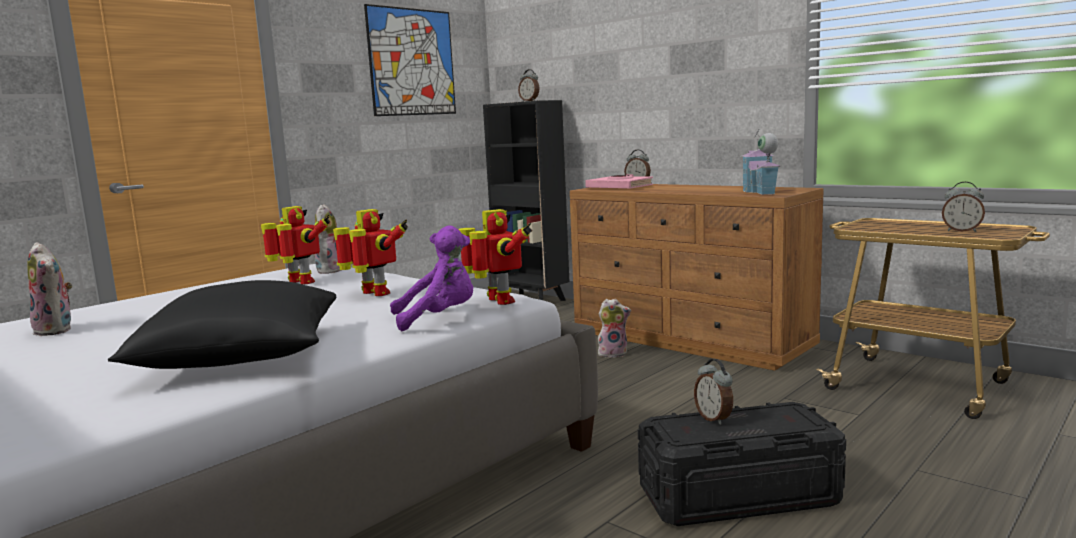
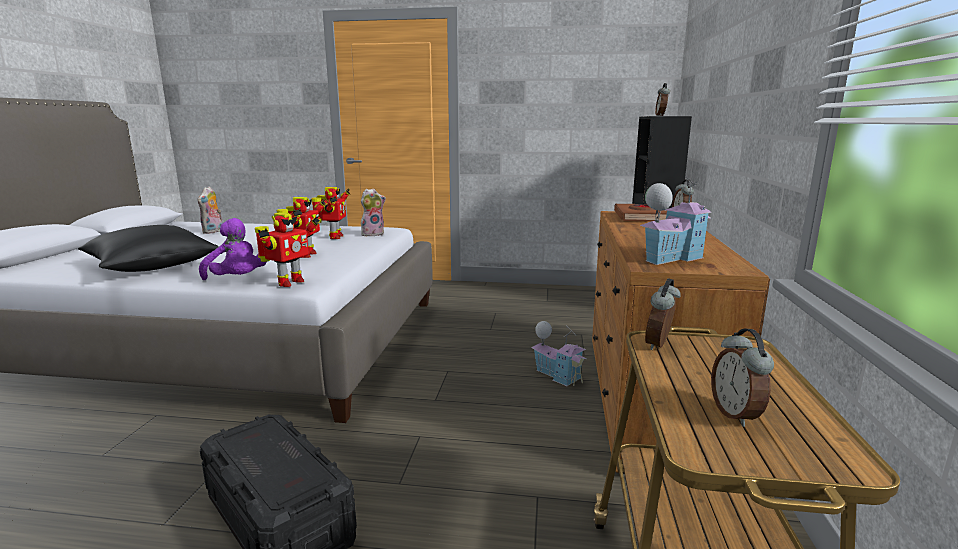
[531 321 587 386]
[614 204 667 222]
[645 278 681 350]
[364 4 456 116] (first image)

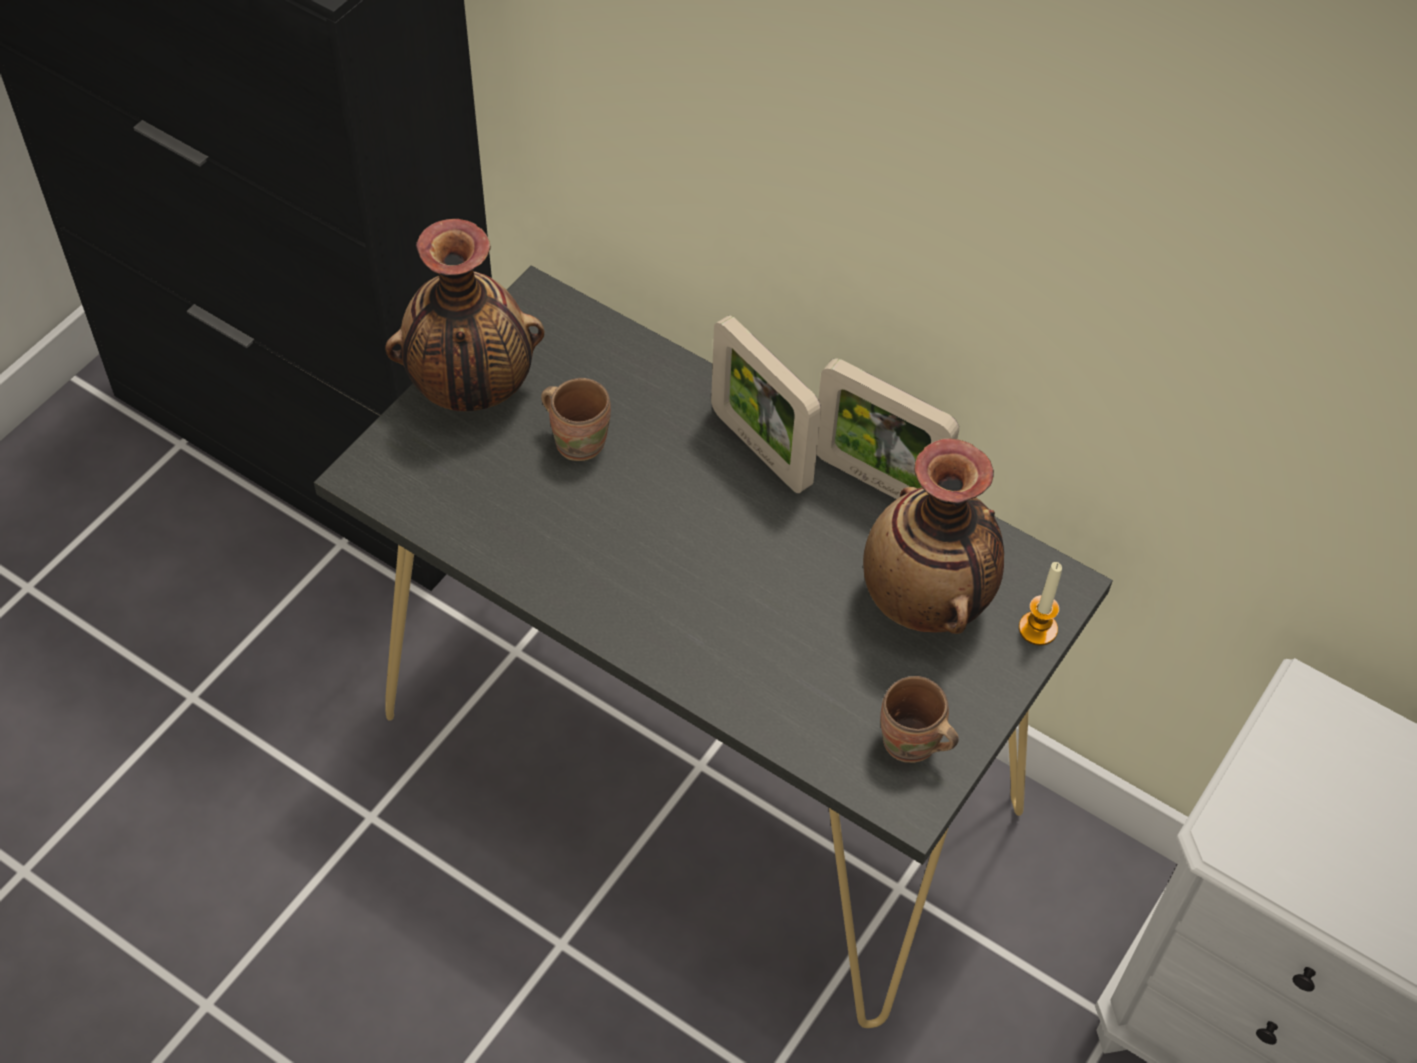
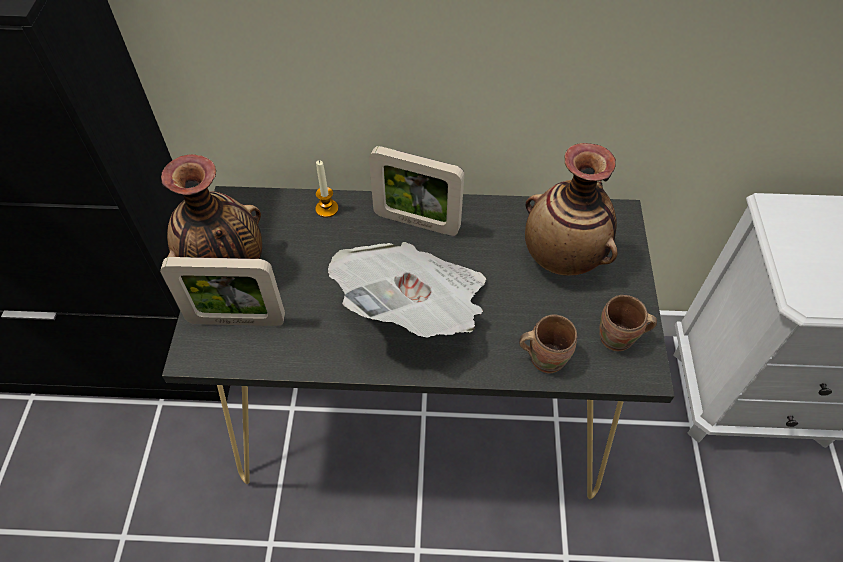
[160 257 285 326]
[315 160 338 218]
[328 242 486 338]
[519 314 577 374]

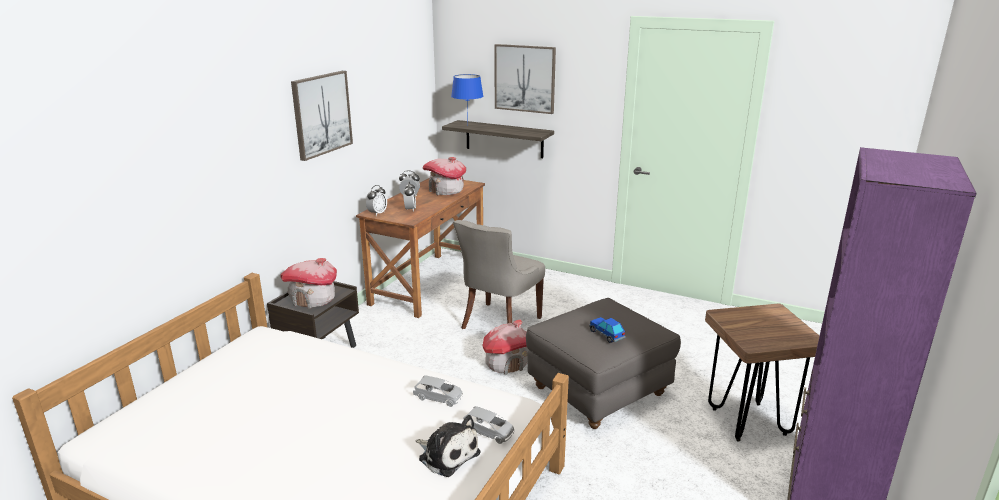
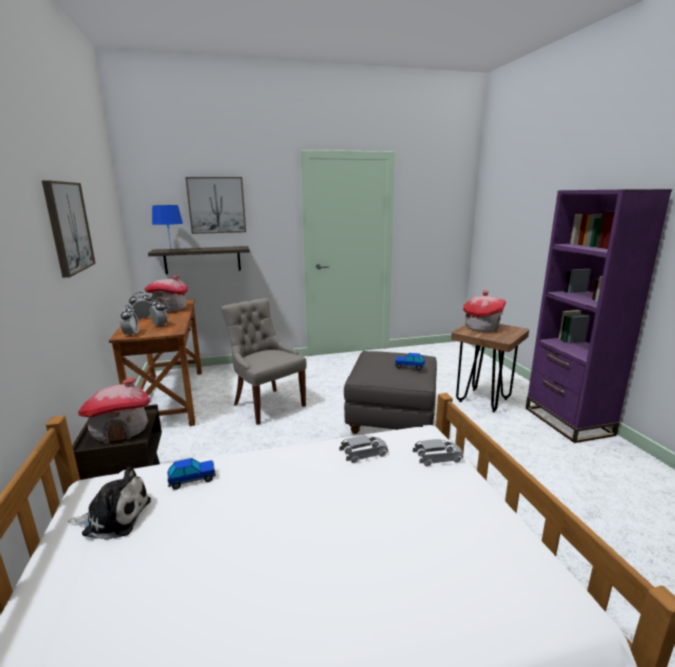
[68 466 151 540]
[167 458 216 490]
[221 298 306 425]
[463 290 506 332]

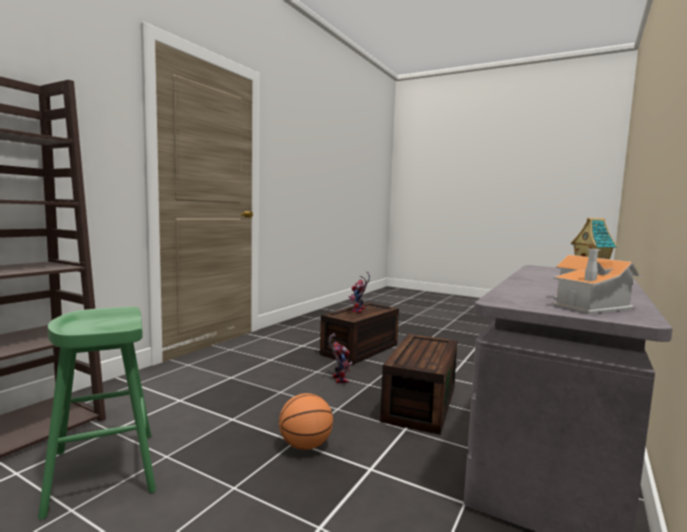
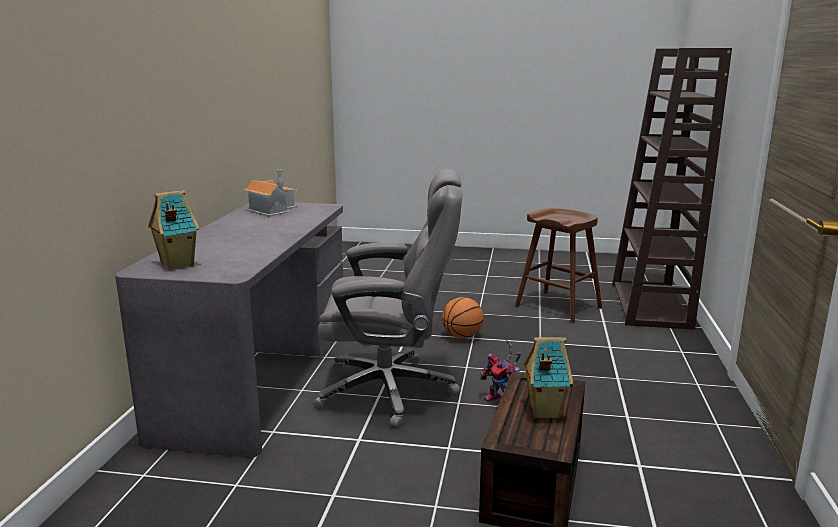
[313 169 462 428]
[515 208 602 323]
[523 337 573 419]

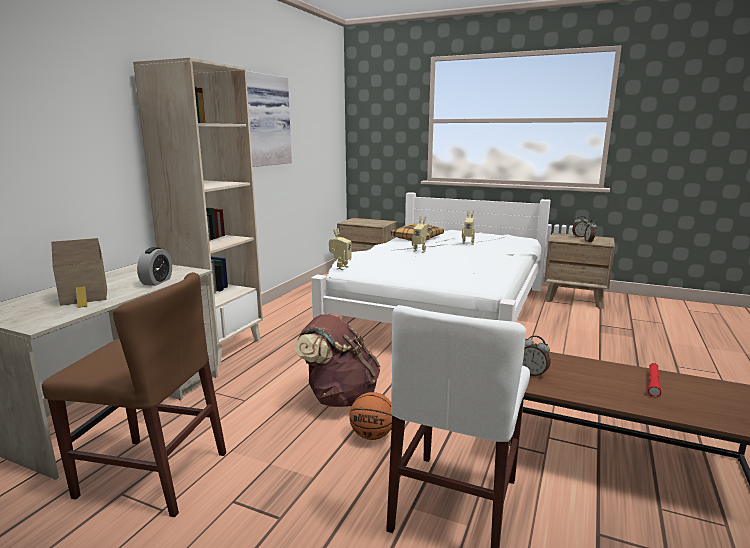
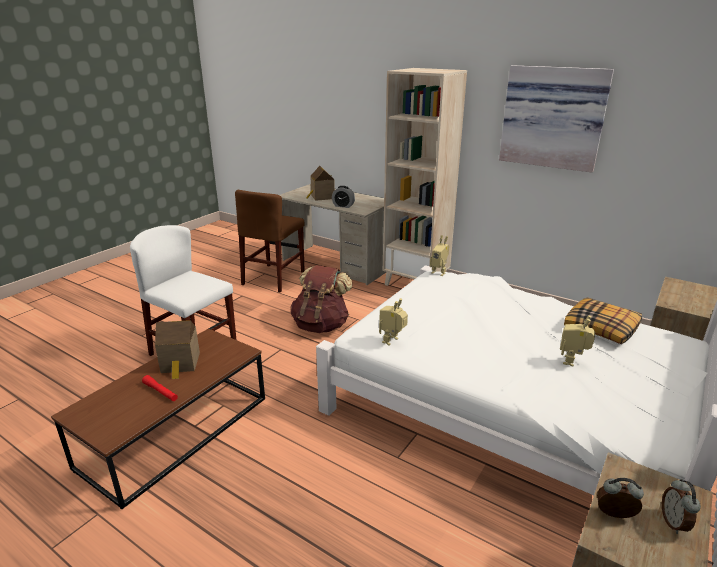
[155 320 200 379]
[379 298 408 346]
[349 392 392 440] (first image)
[522 336 551 378] (first image)

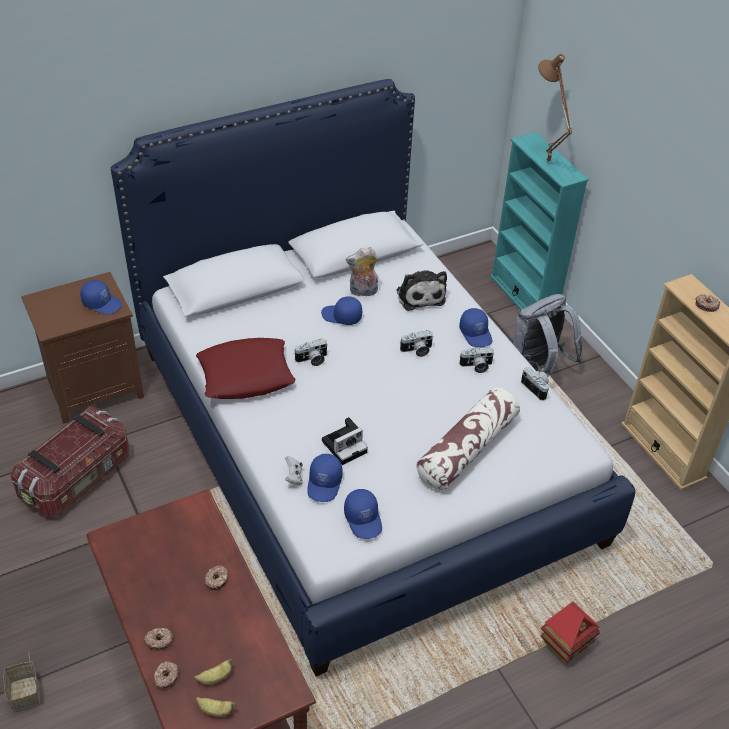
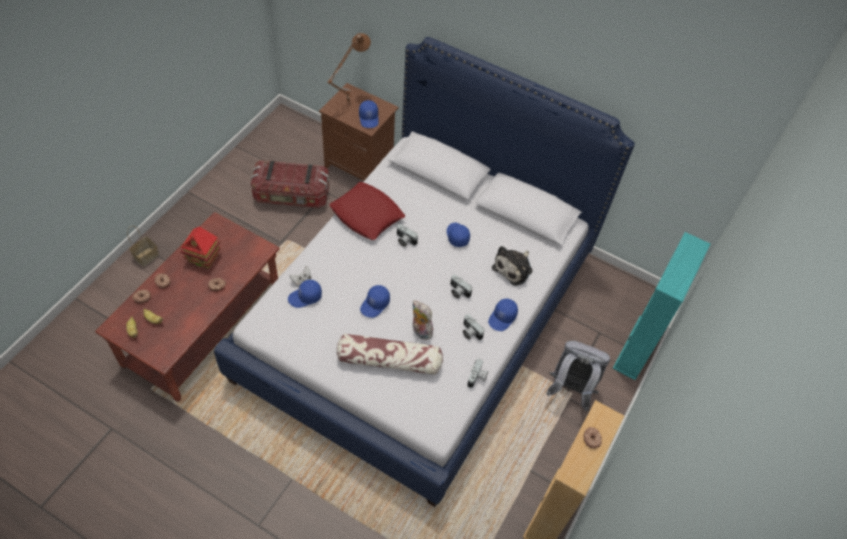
[180 227 221 269]
[327 33 371 103]
[360 285 390 318]
[413 300 433 340]
[322 417 368 465] (first image)

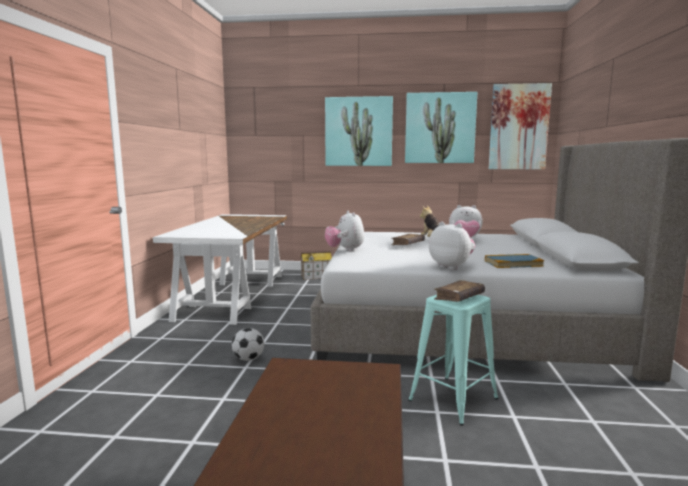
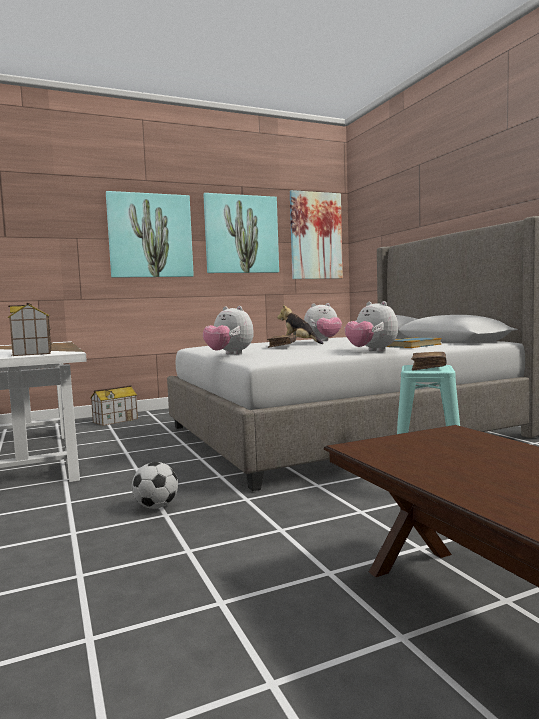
[8 303 52 356]
[345 301 398 352]

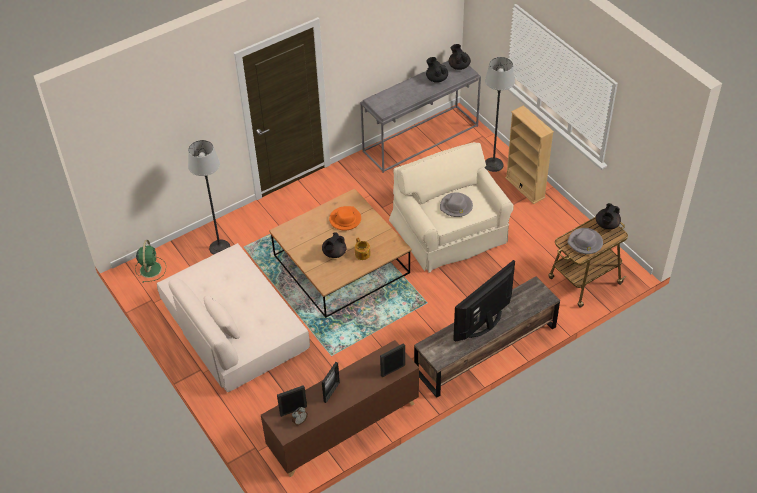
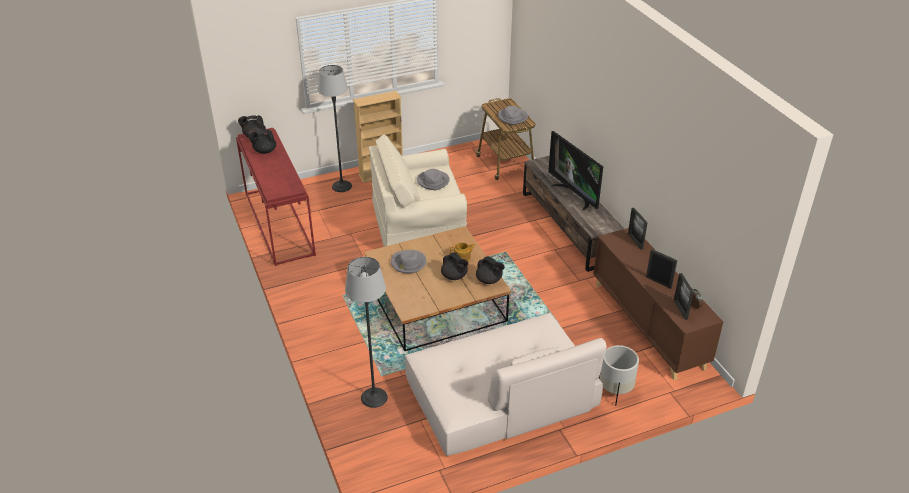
[236 128 316 266]
[391 250 426 274]
[476 256 505 284]
[599 345 639 406]
[135 240 166 283] (first image)

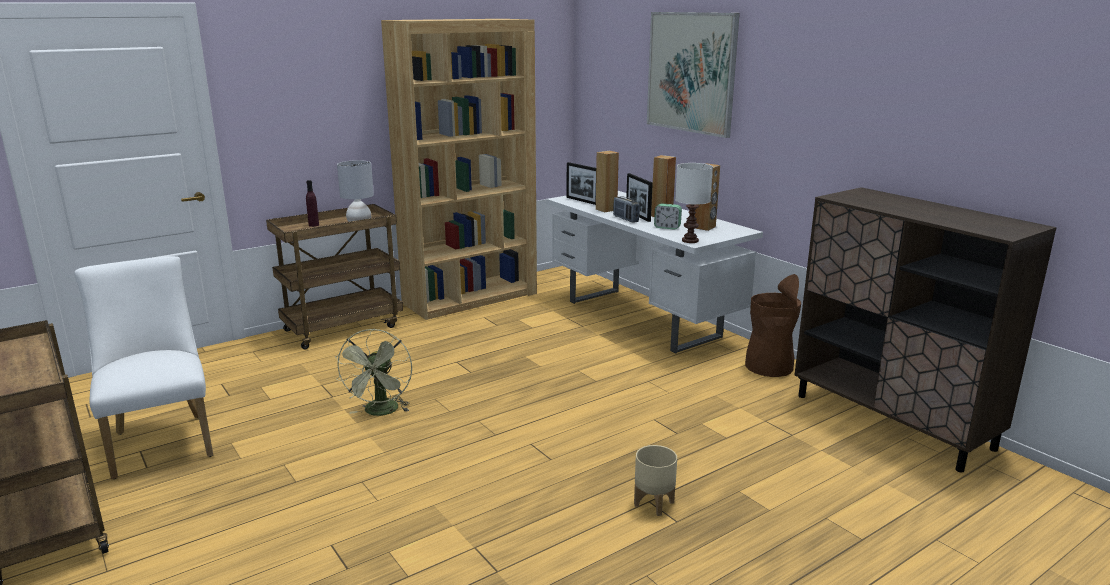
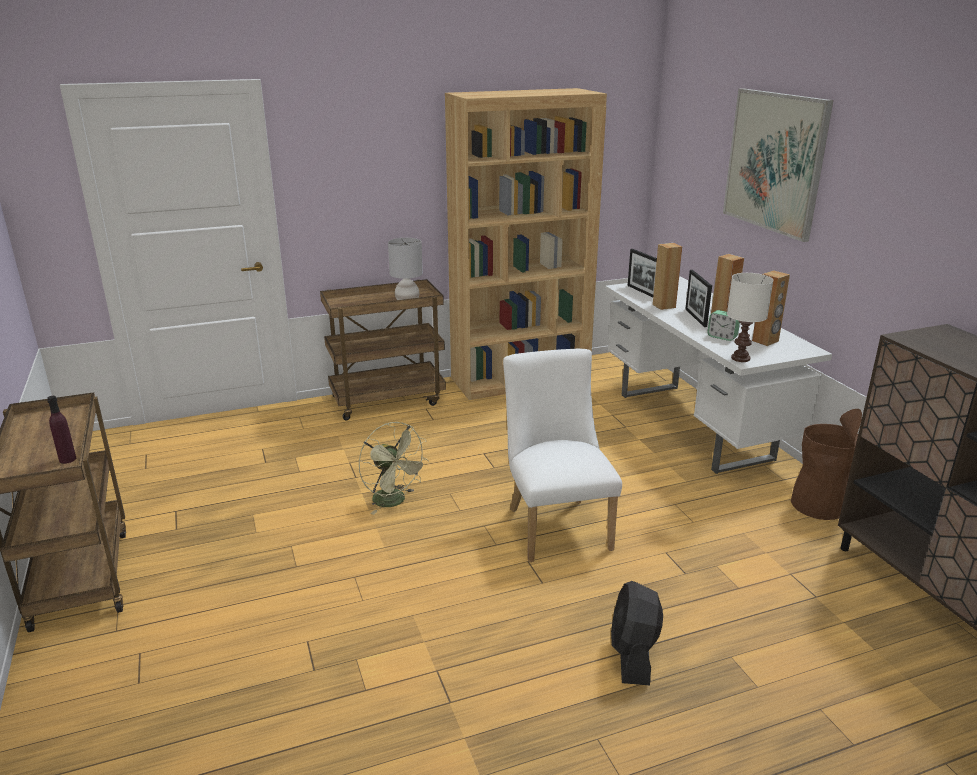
[47 396 76 464]
[359 422 429 515]
[503 348 622 562]
[611 581 663 686]
[613 197 640 223] (first image)

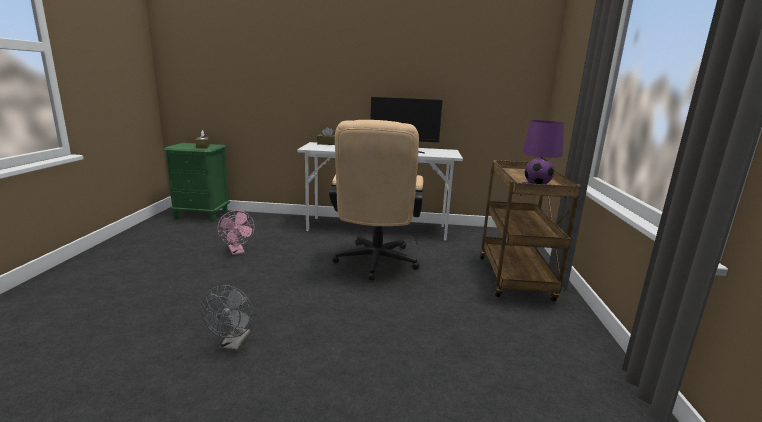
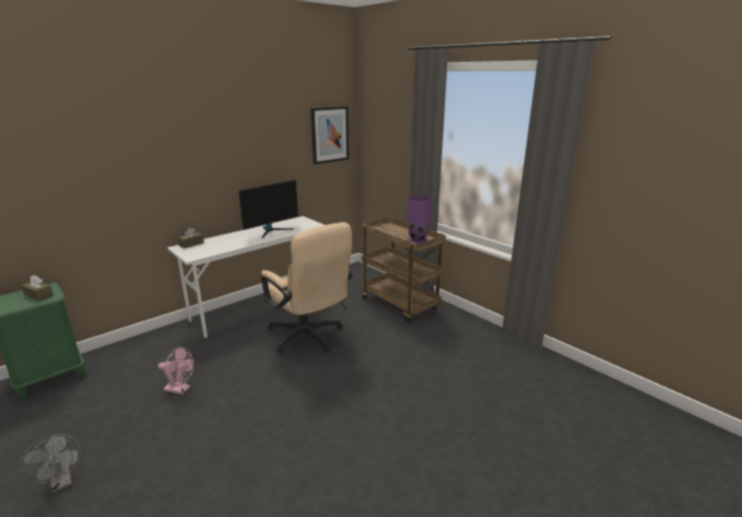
[20 434 82 493]
[311 106 349 164]

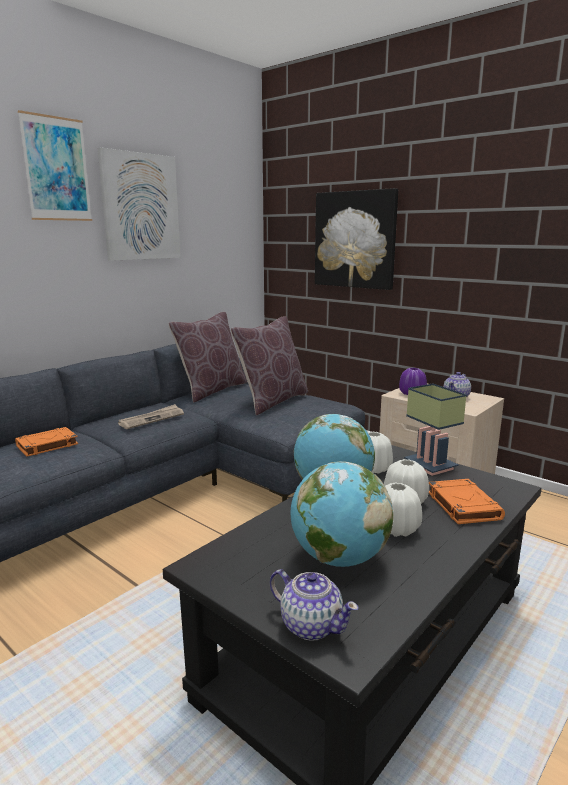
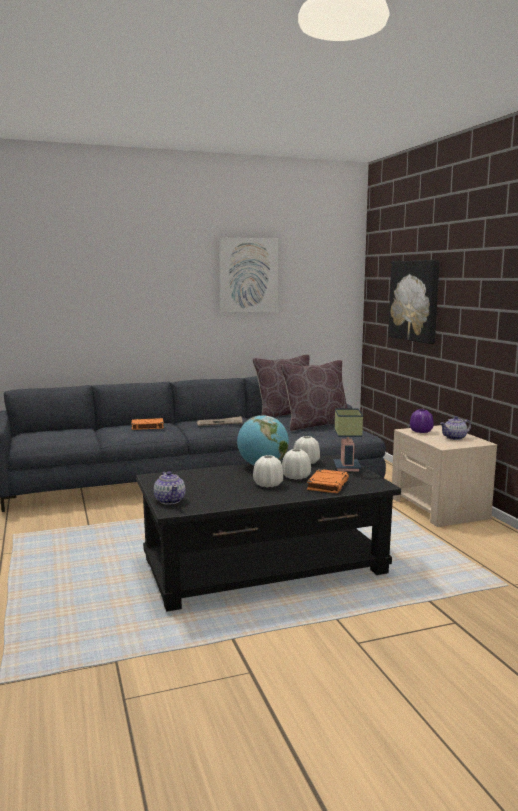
[18 110 92 221] (first image)
[291 461 394 567] (first image)

